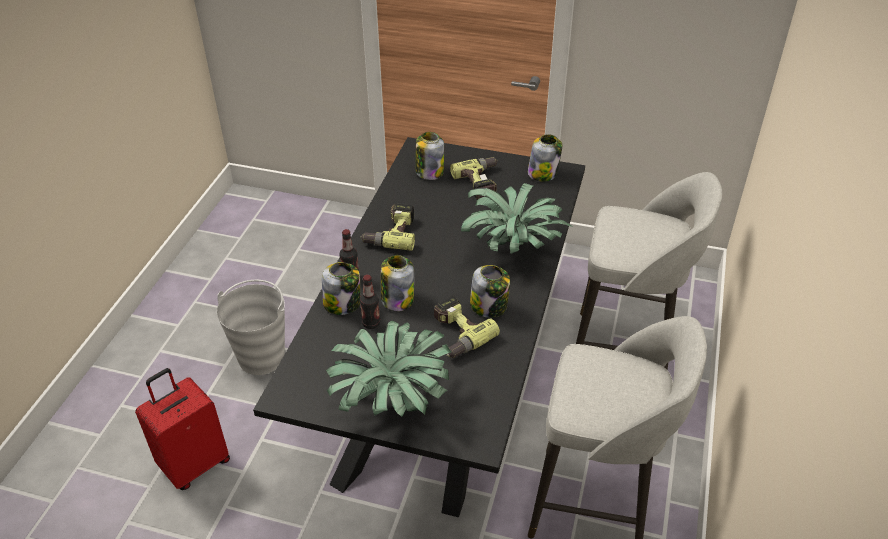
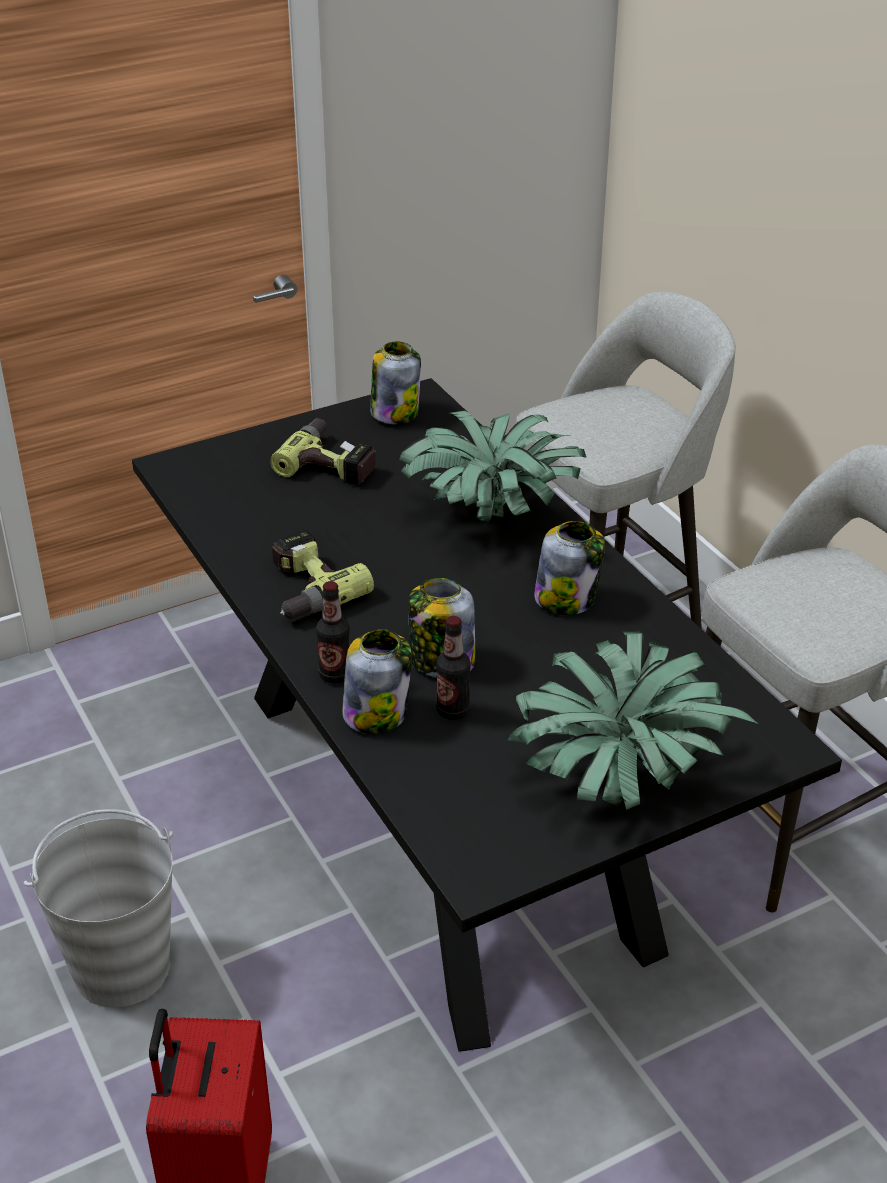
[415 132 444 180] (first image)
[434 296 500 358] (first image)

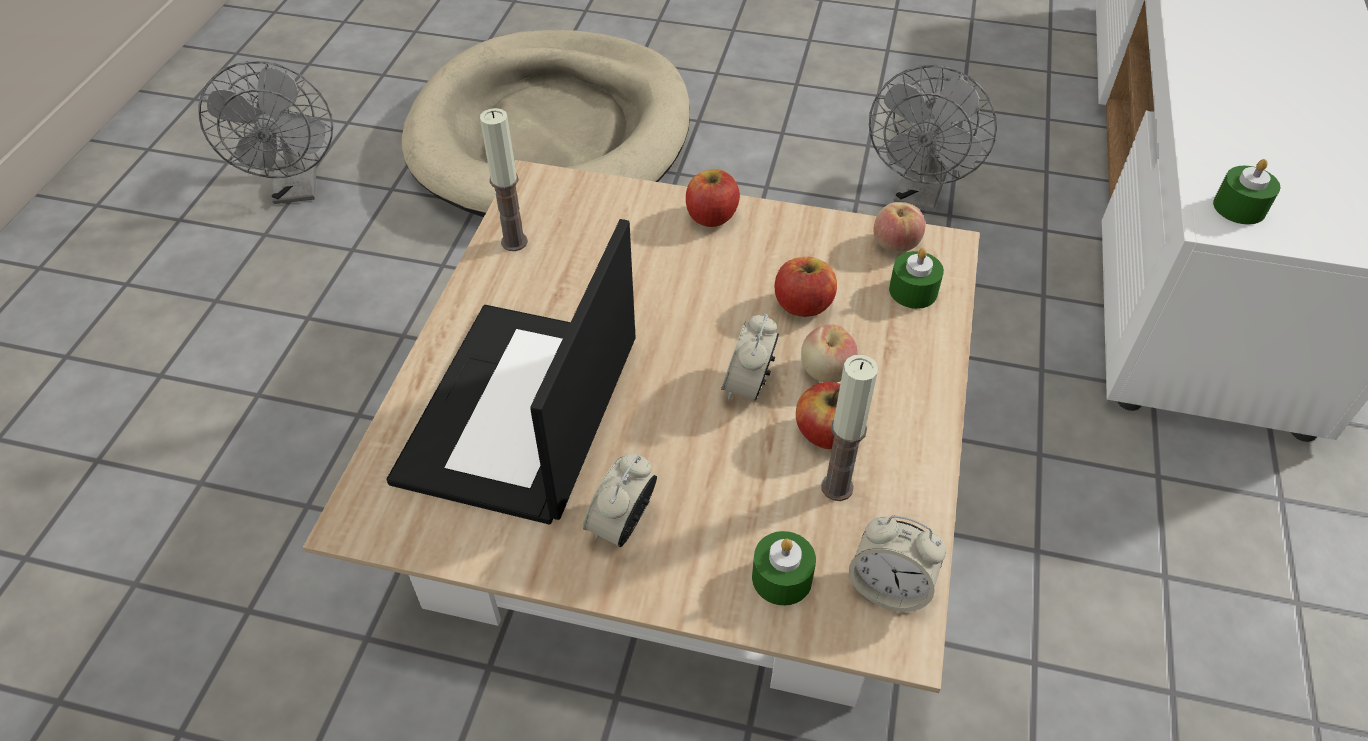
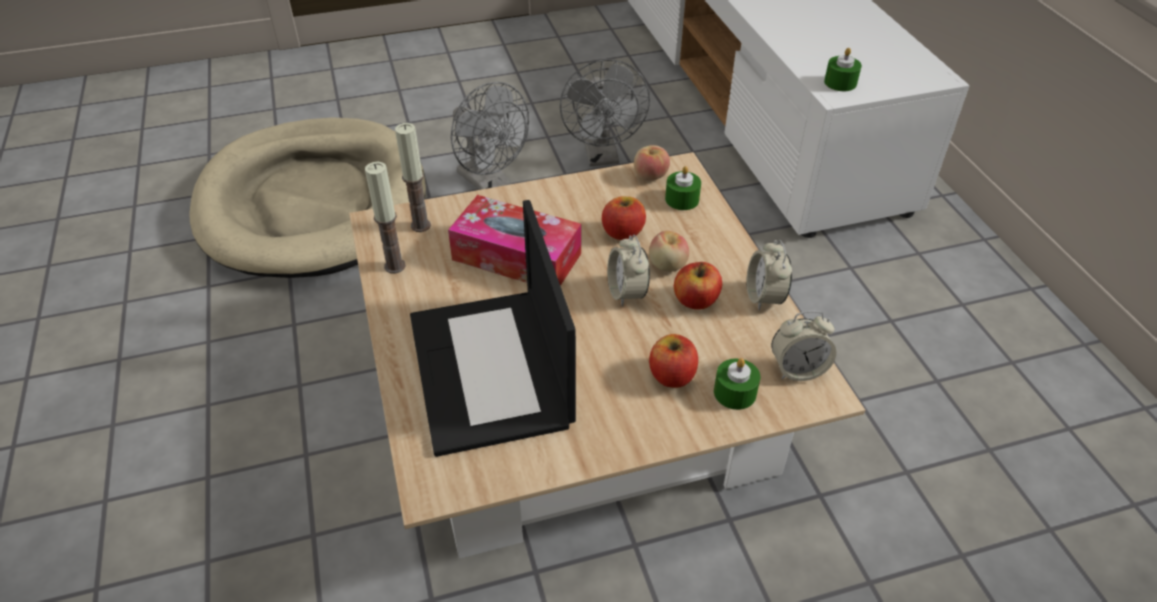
[395 123 431 232]
[448 195 581 286]
[451 82 529 190]
[649 334 698 388]
[746 240 792 311]

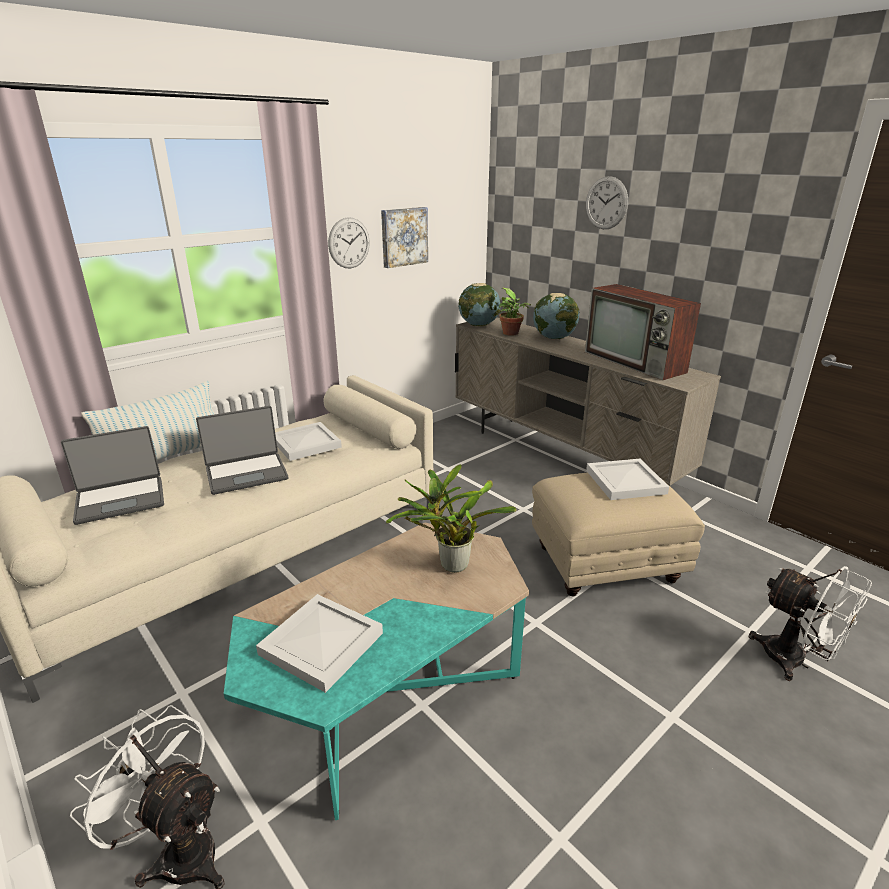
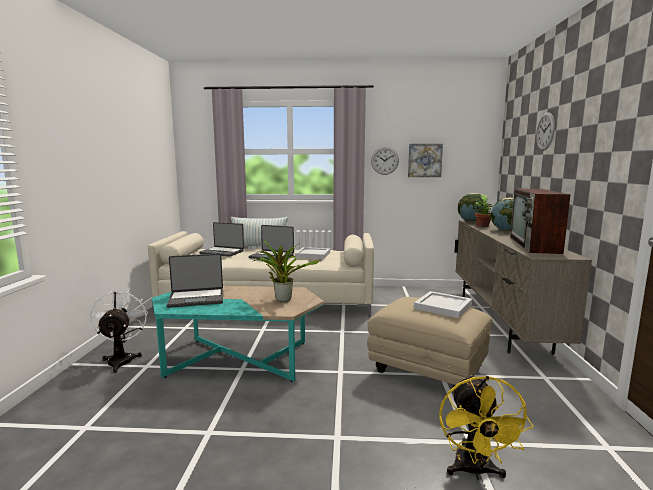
[167 254 223 308]
[439 375 534 480]

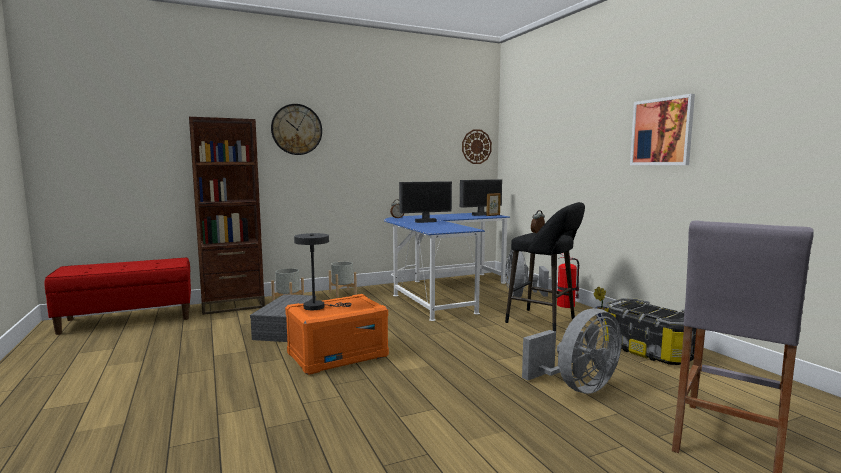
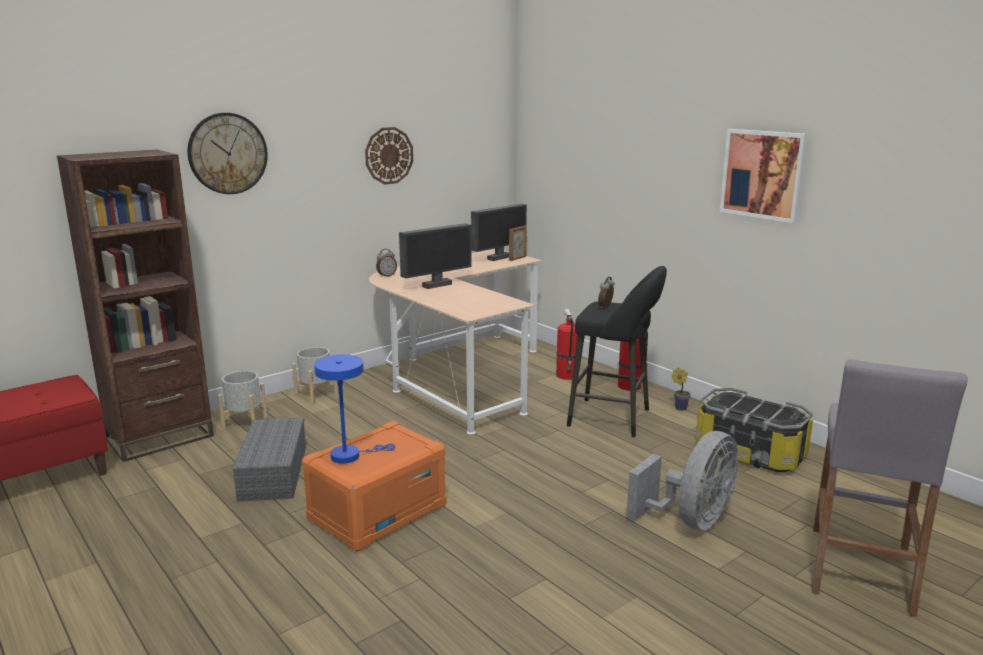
[314 354 395 464]
[365 127 413 184]
[369 249 542 435]
[556 309 578 380]

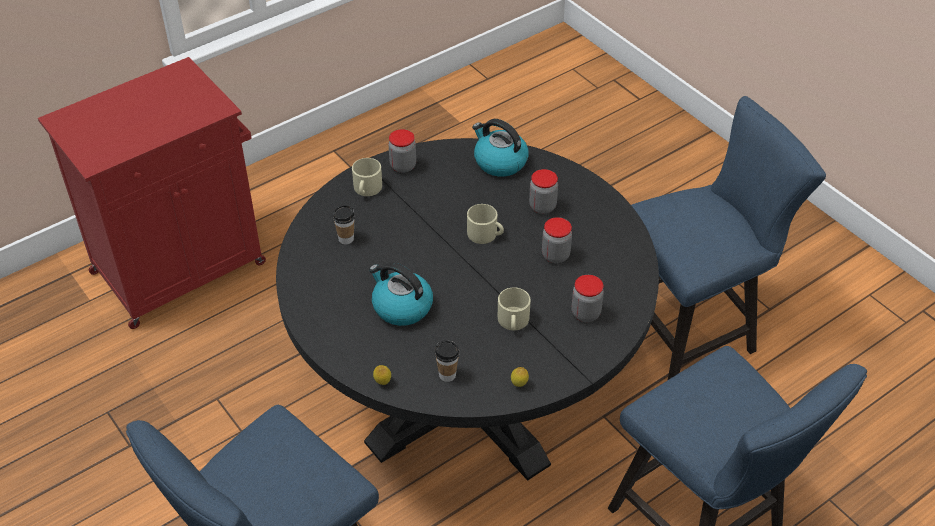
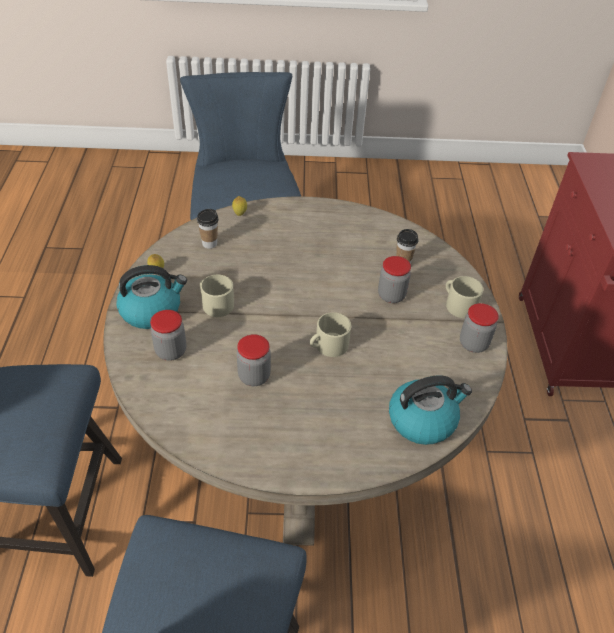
[103 197 507 546]
[117 265 187 329]
[378 256 411 303]

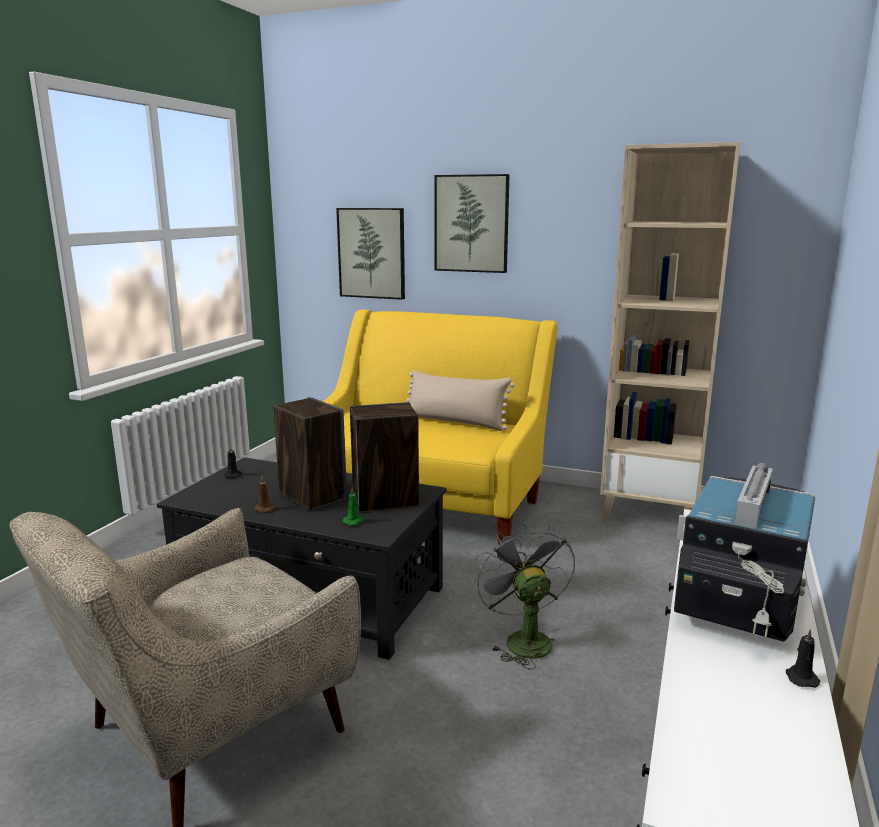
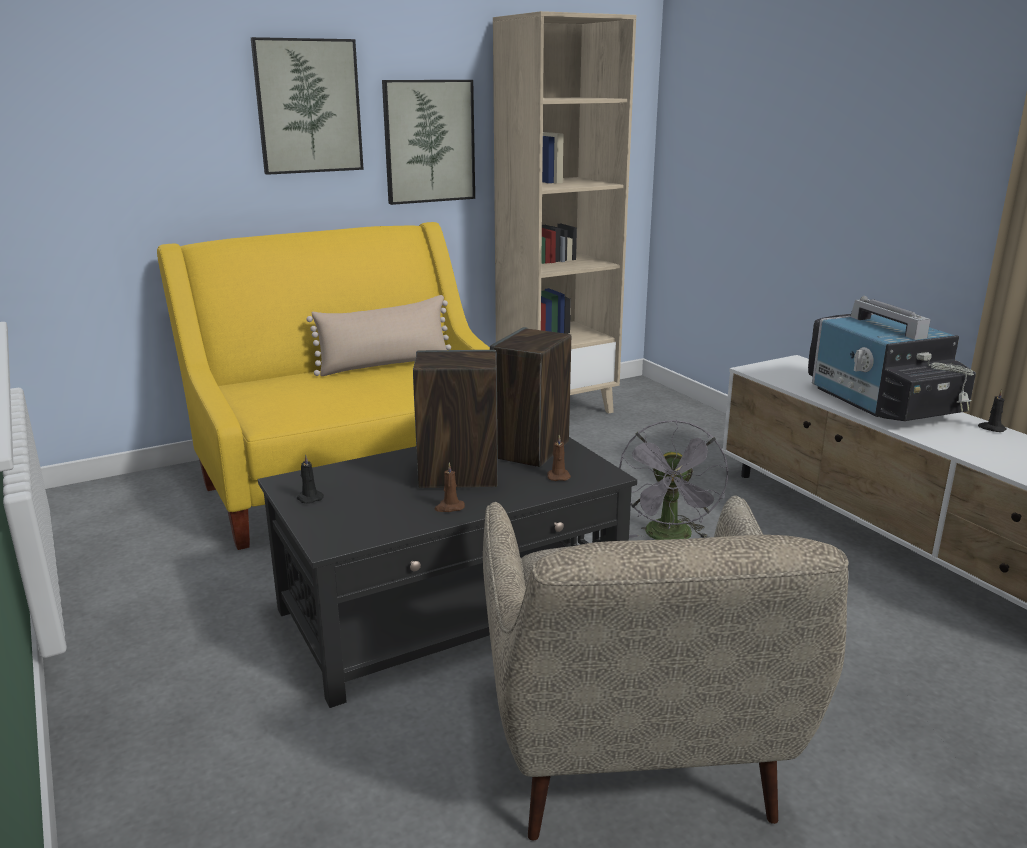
[382 80 475 205]
[547 435 571 481]
[619 420 728 540]

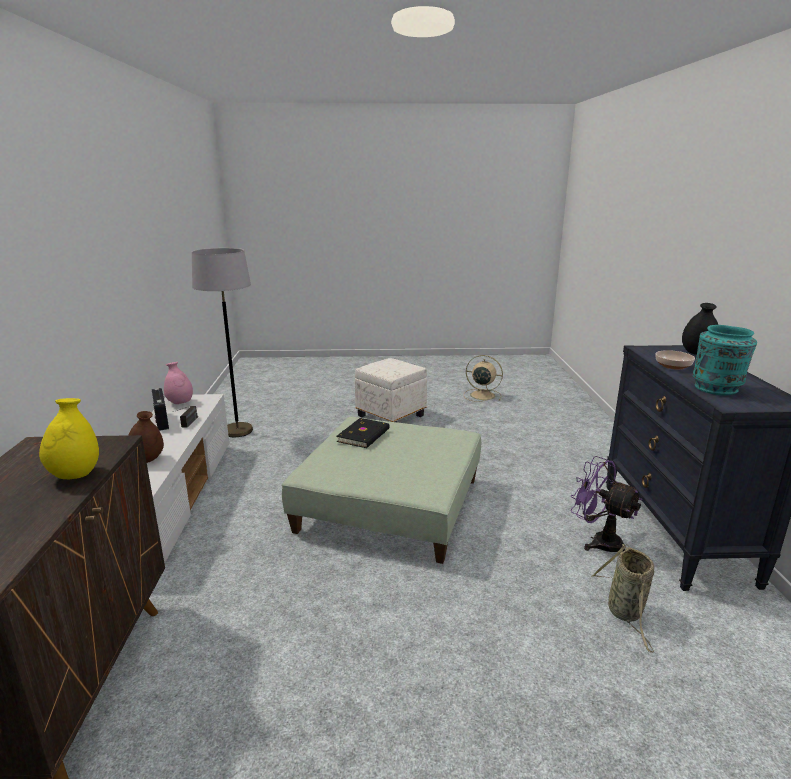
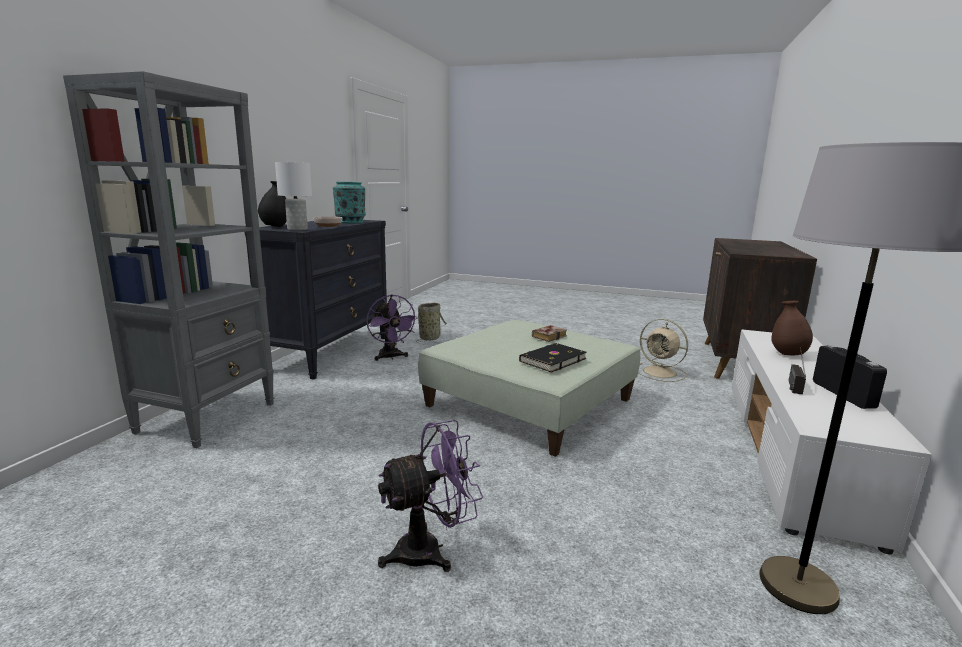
[63 71 274 448]
[275 162 312 231]
[378 420 483 572]
[532 325 567 342]
[638 319 688 382]
[39 398 99 479] (first image)
[164 362 193 404] (first image)

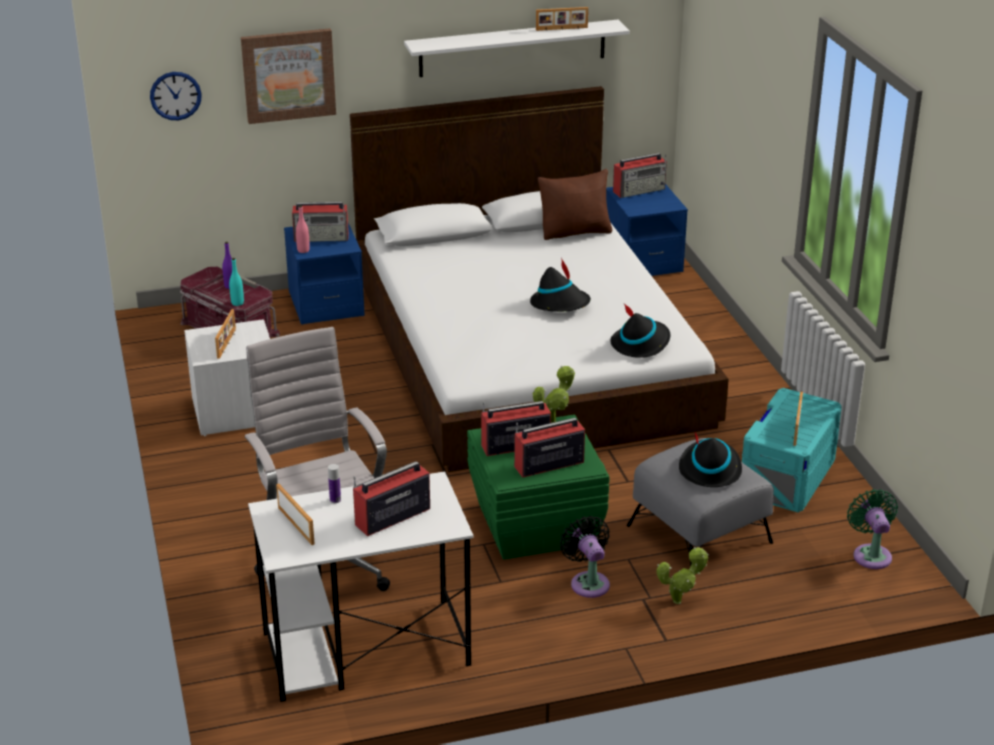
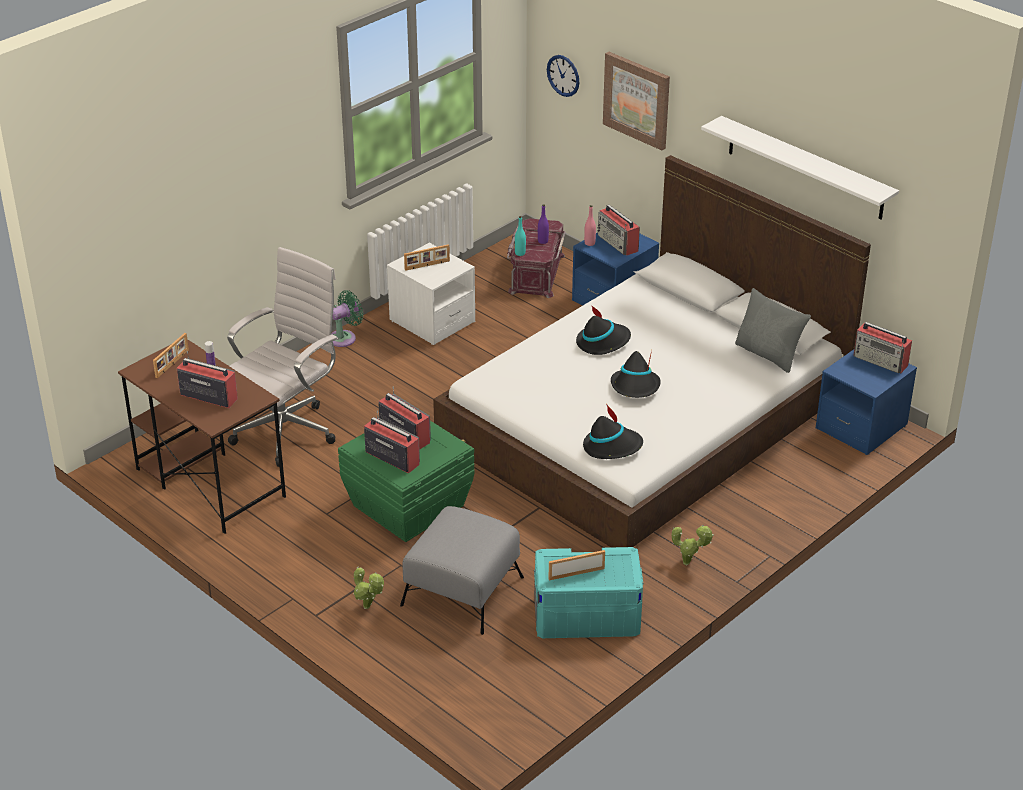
[118 339 286 534]
[332 290 363 347]
[576 305 631 355]
[672 525 714 565]
[735 288 811 373]
[536 7 588 31] (first image)
[560 516 610 598] (first image)

